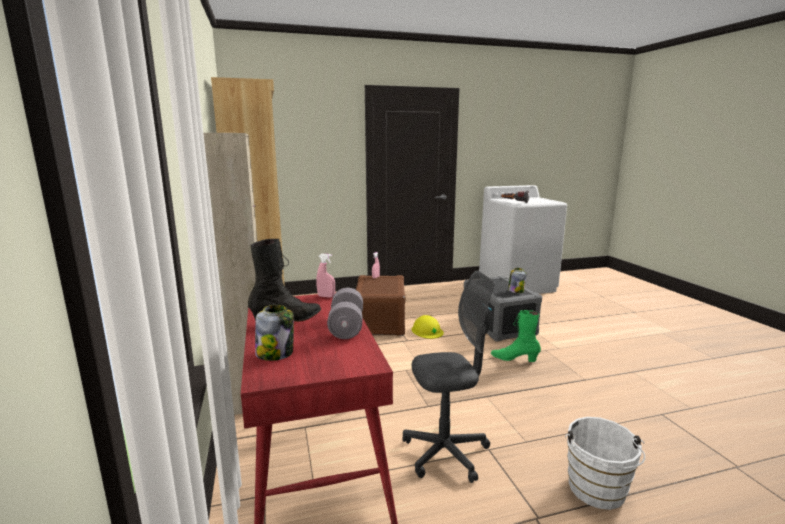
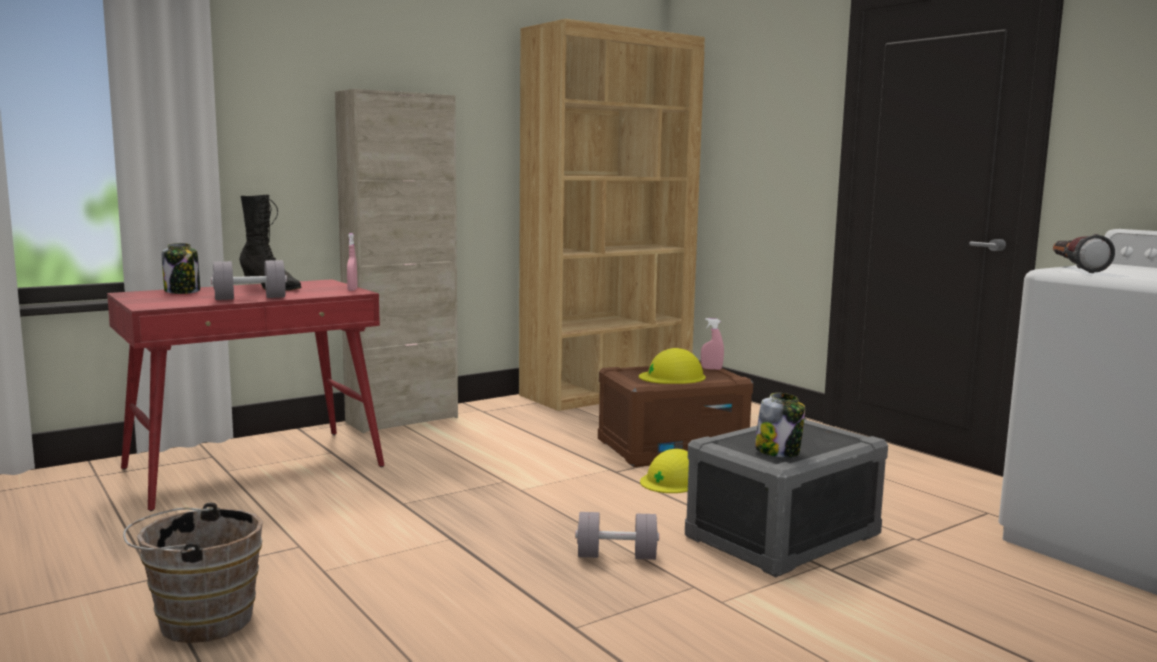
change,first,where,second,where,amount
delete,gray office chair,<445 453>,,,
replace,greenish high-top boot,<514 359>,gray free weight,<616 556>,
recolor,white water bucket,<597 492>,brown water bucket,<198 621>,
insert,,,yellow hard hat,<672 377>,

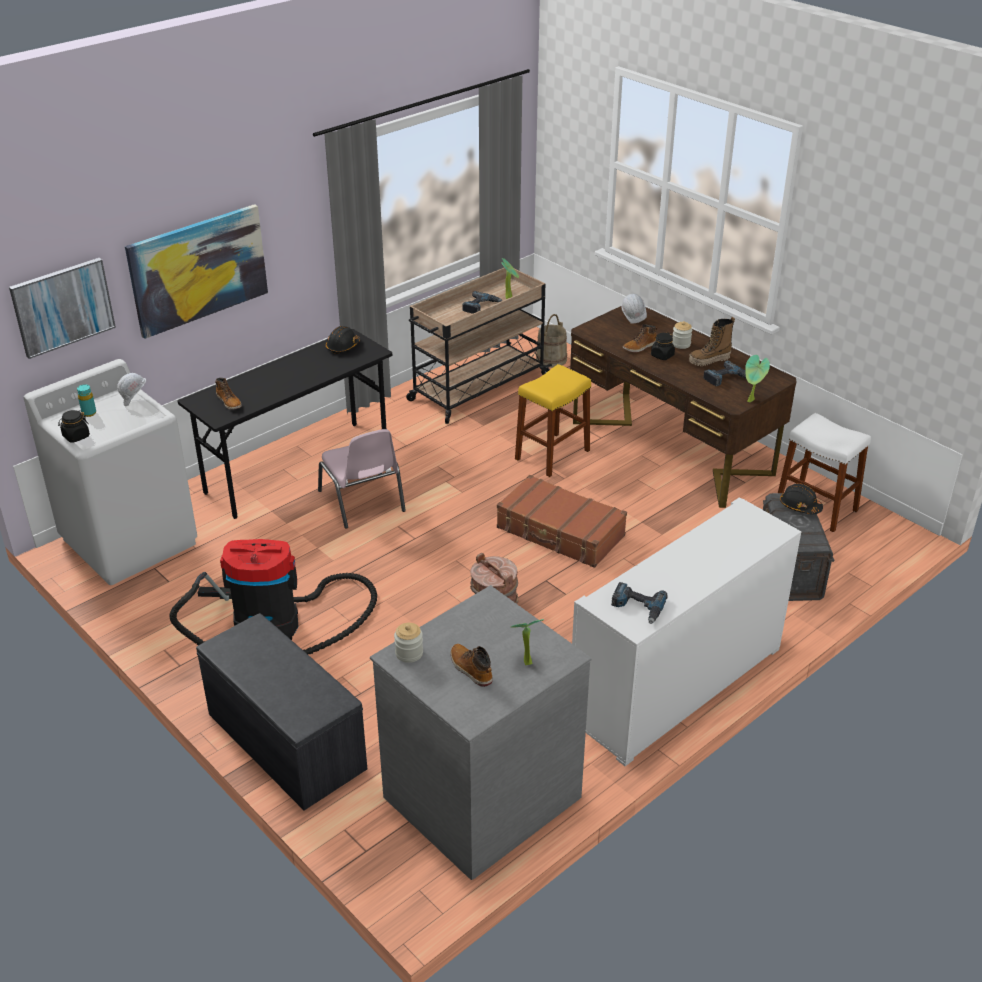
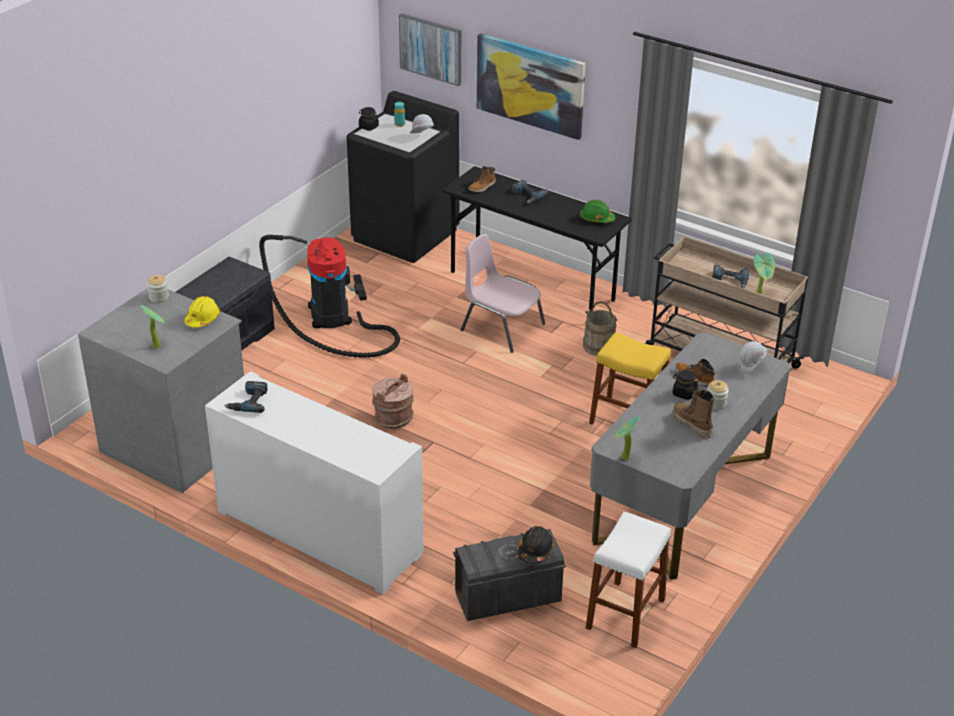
change,first,where,second,where,amount
recolor,white washing machine,<130 541>,blackish washing machine,<405 235>,
rotate,pink chair,<362 502>,,<501 327>,75 degrees clockwise
recolor,blackish hard hat,<343 347>,greenish hard hat,<596 219>,
delete,high-top boot,<470 669>,,,
delete,brown piece of luggage,<560 533>,,,
move,sand-coloured water bucket,<551 359>,,<599 346>,
recolor,brown desk,<670 447>,gray desk,<683 497>,
move,drill,<726 378>,,<527 196>,
insert,,,yellow hard hat,<202 319>,

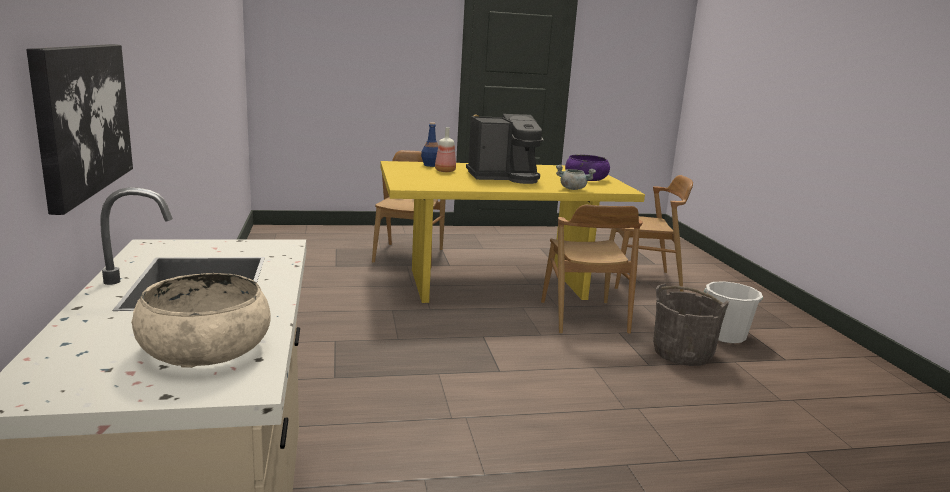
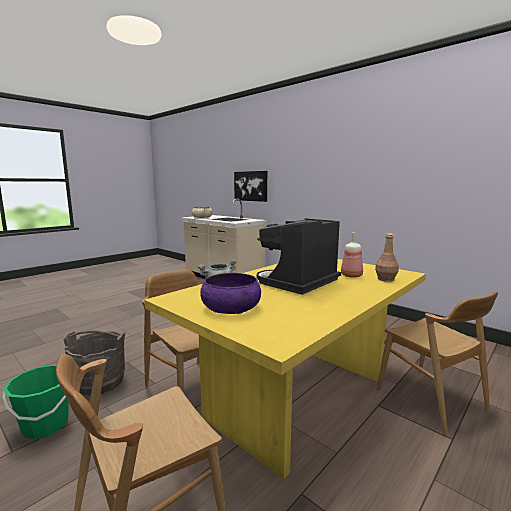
change,first,where,second,where,amount
recolor,bluish drink bottle,<430 165>,brown drink bottle,<386 279>,
recolor,white water bucket,<725 335>,greenish water bucket,<45 425>,

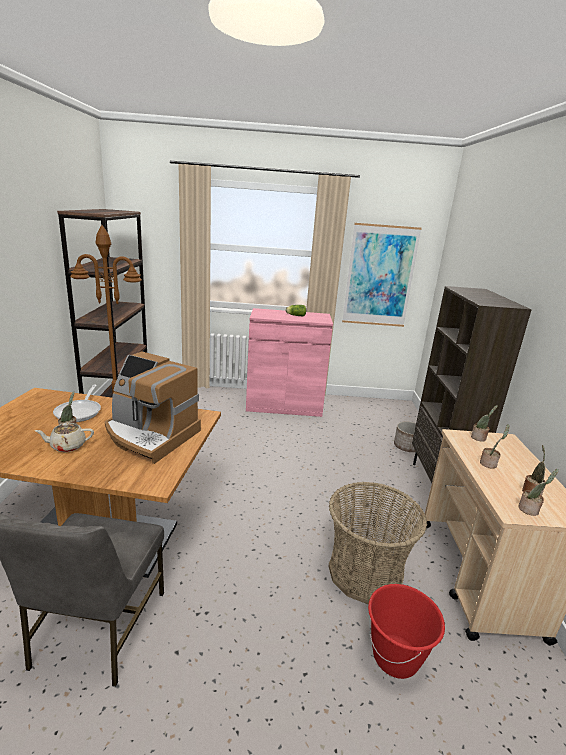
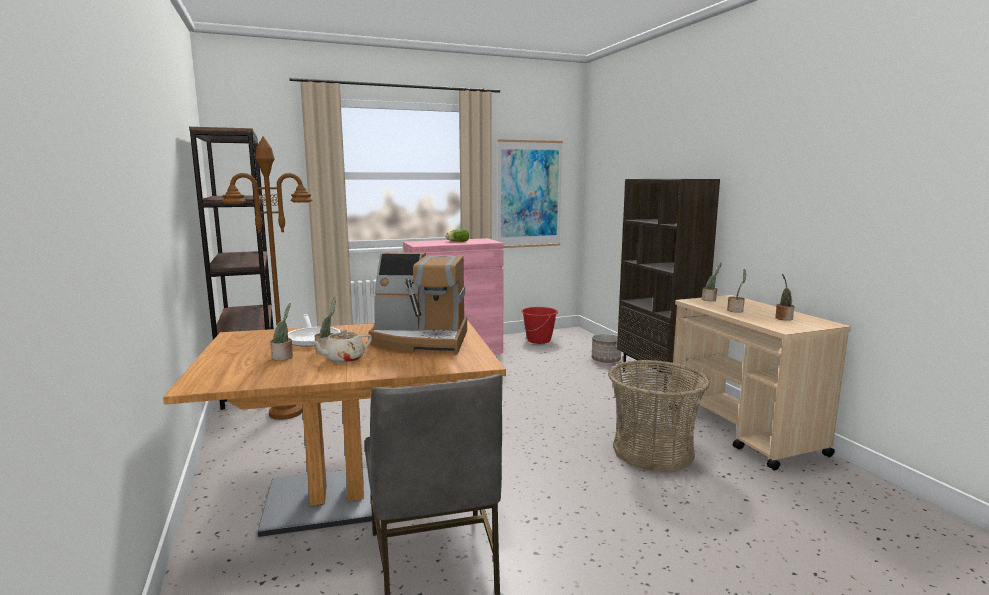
change,first,where,second,where,amount
move,red water bucket,<395 657>,,<539 340>,
move,plant in a pot,<530 510>,,<283 357>,

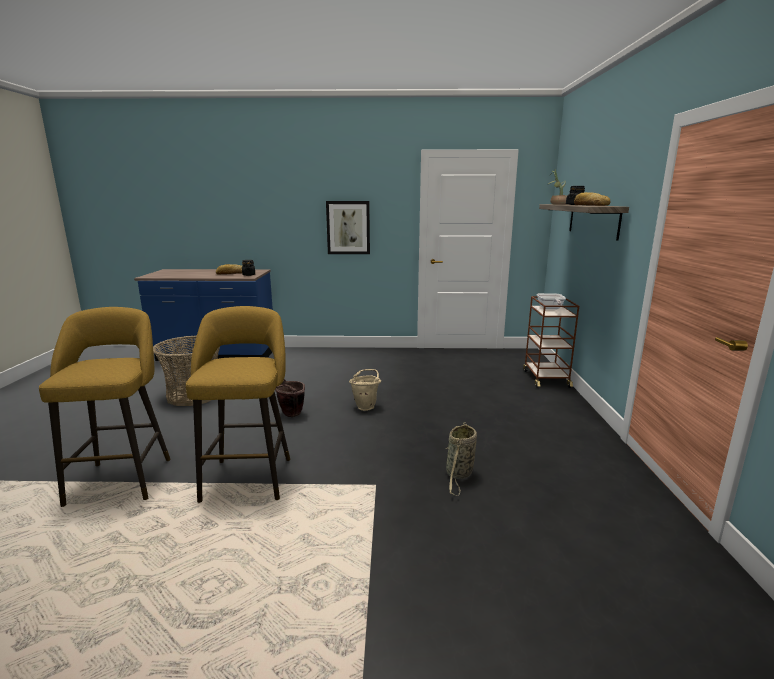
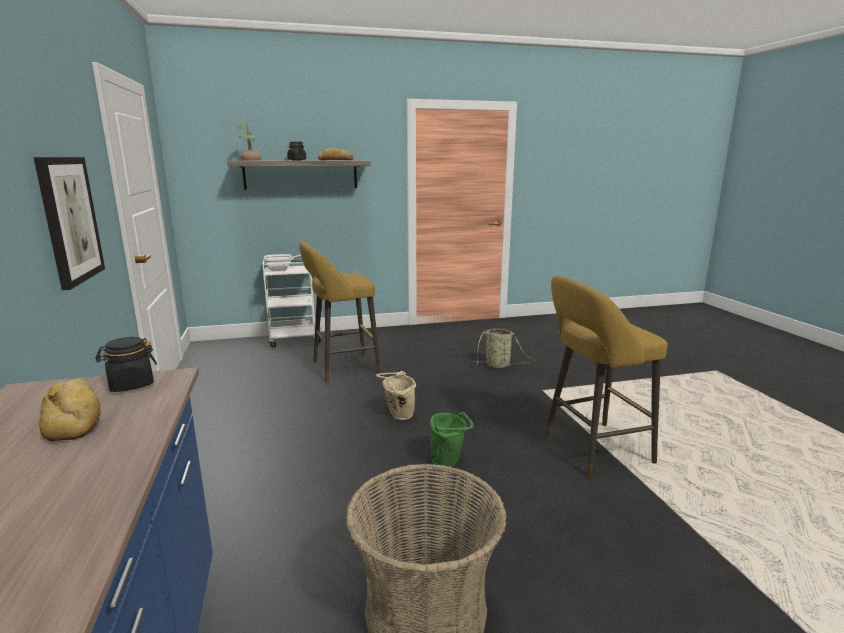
change,first,where,second,where,amount
move,yellow sitting stool,<123 477>,,<341 368>,
recolor,brown water bucket,<290 415>,greenish water bucket,<449 463>,
recolor,brown wheeled cart,<545 378>,white wheeled cart,<294 340>,

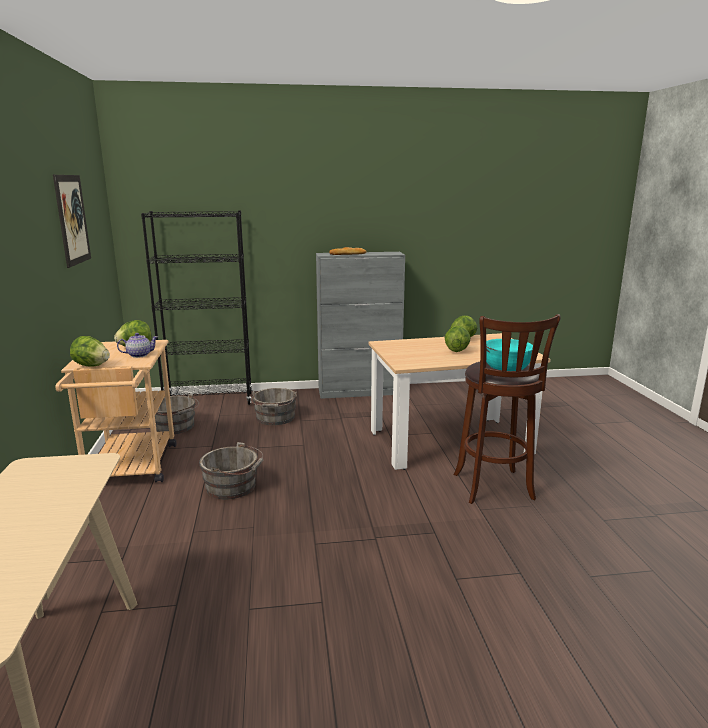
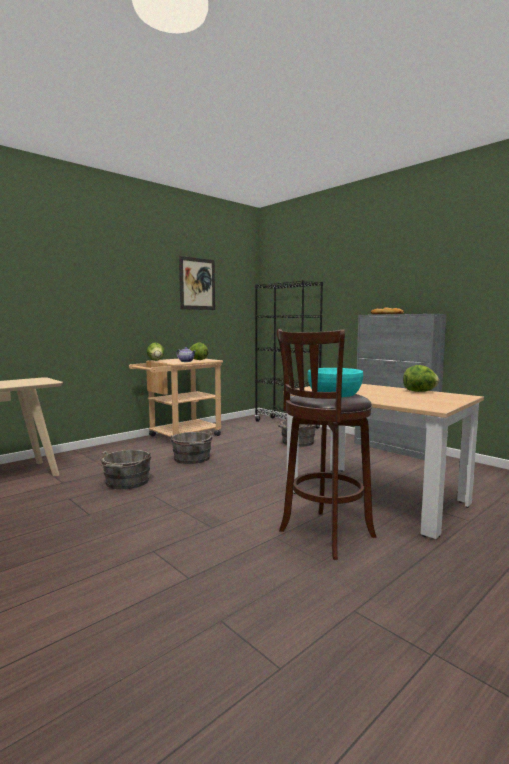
change,first,where,second,where,amount
move,gray water bucket,<175 427>,,<126 482>,
delete,lettuce head,<456 350>,,,

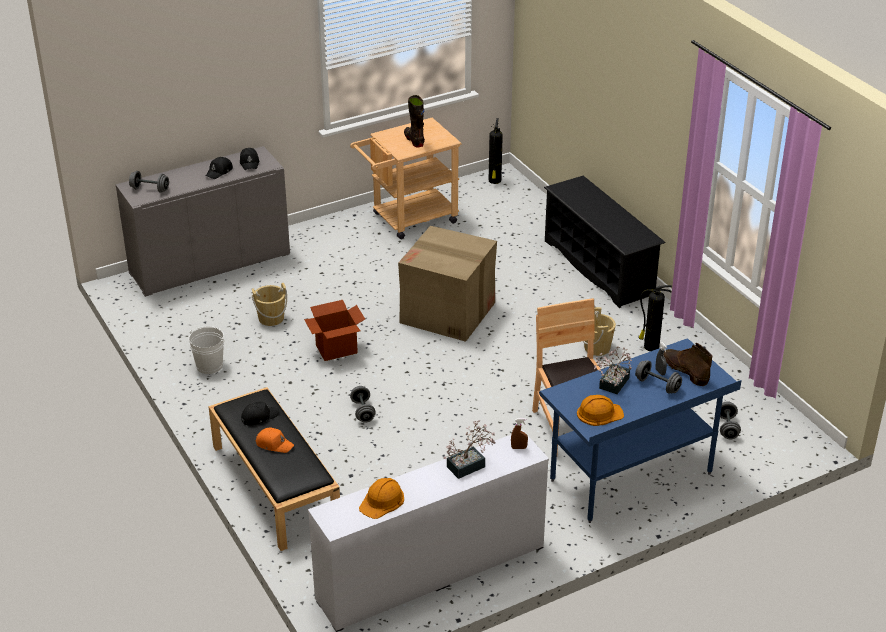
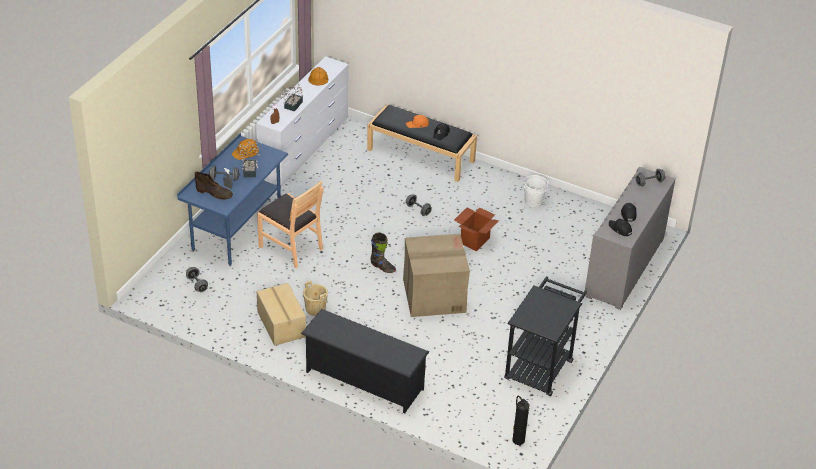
change,first,where,second,where,amount
delete,sand-coloured water bucket,<271 318>,,,
recolor,sand-coloured wheeled cart,<408 220>,blackish wheeled cart,<541 365>,
move,blackish high-top boot,<414 140>,,<382 267>,
replace,fire-fighting cylinder,<650 347>,carton,<281 324>,

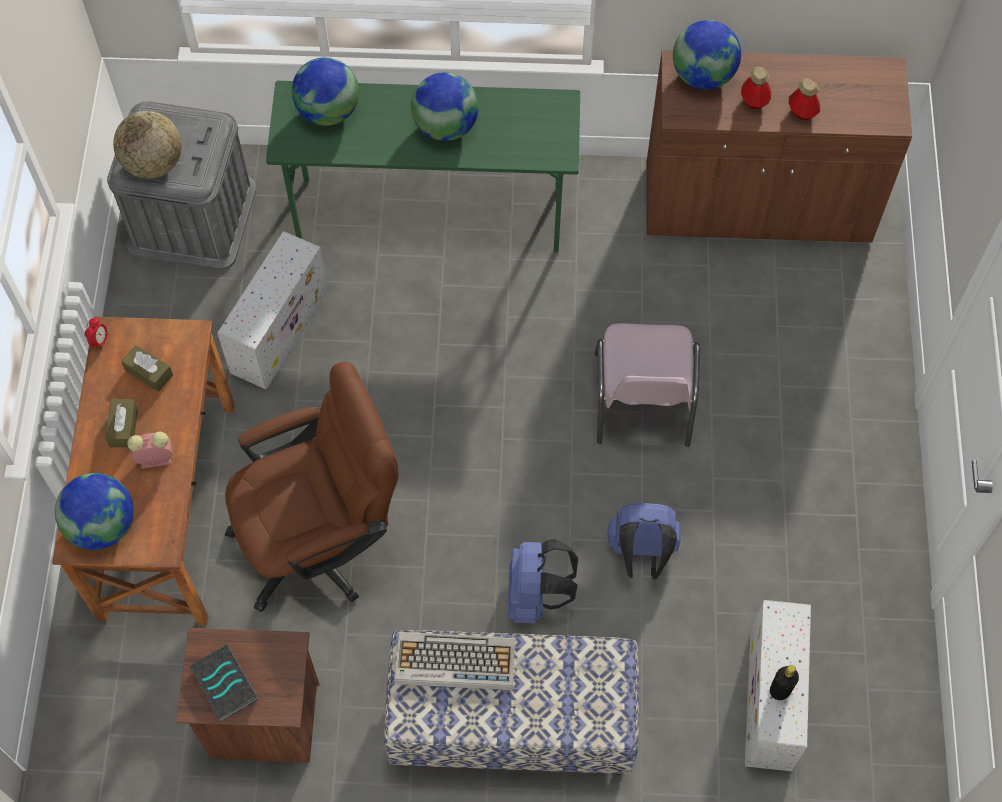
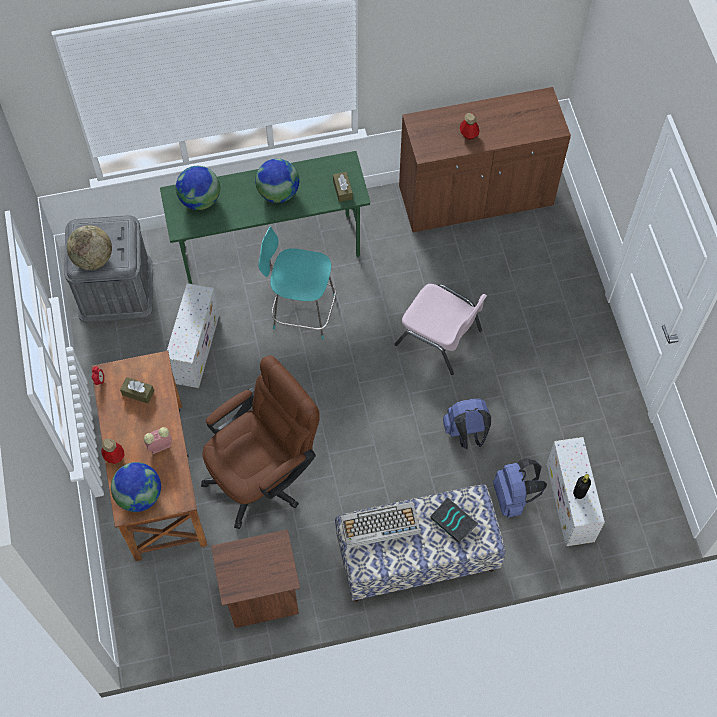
change,first,where,second,where,amount
move,brown box of tissues,<123 427>,,<342 190>,
move,book,<226 684>,,<454 521>,
move,bluish rucksack,<536 596>,,<514 497>,
rotate,pink chair,<642 401>,,<440 338>,45 degrees counterclockwise
delete,desk globe,<703 76>,,,
move,drink bottle,<802 112>,,<114 456>,
insert,,,turquoise-coloured chair,<301 311>,

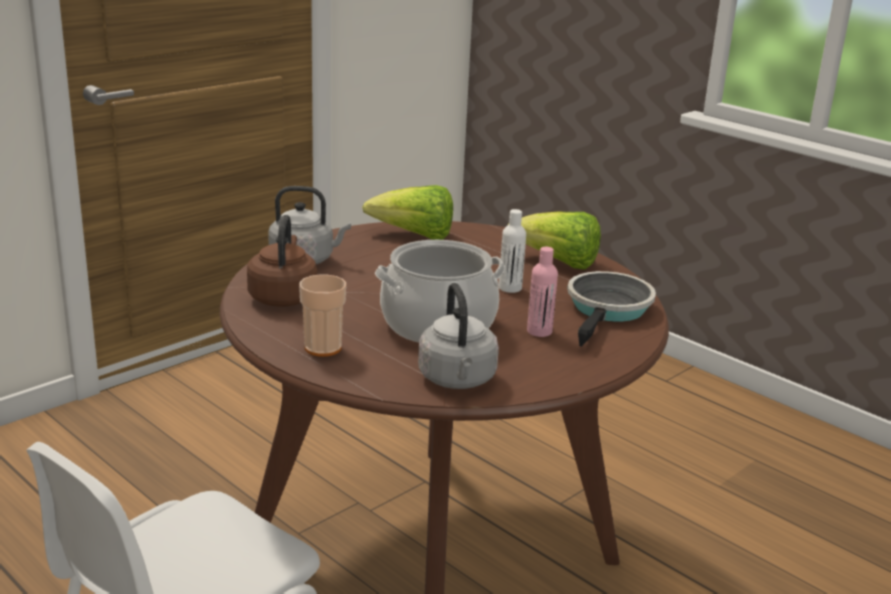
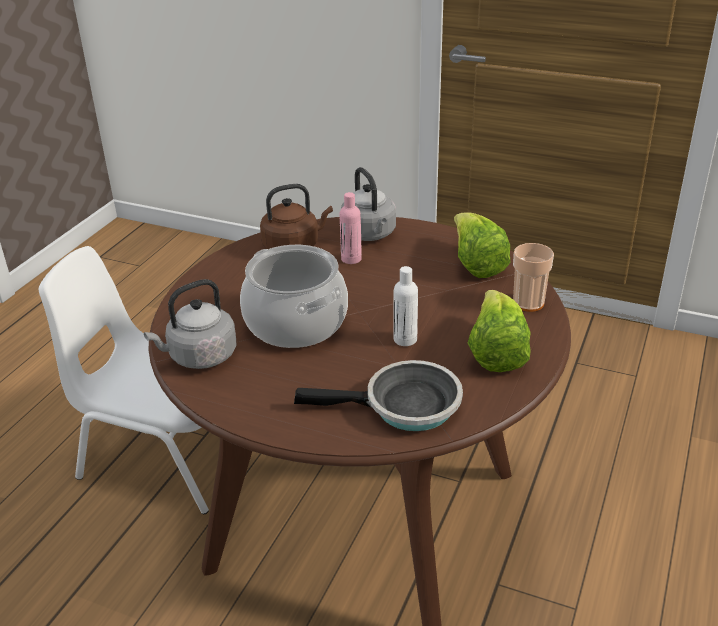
change,first,where,second,where,amount
move,drinking cup,<323 348>,,<528 303>,
move,pink drink bottle,<539 331>,,<351 259>,

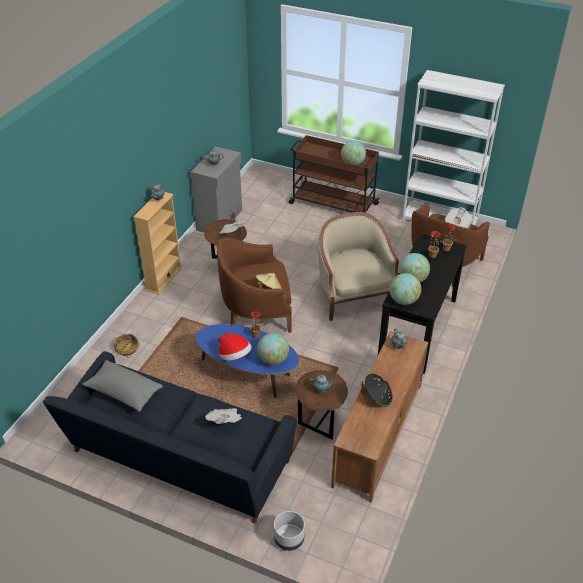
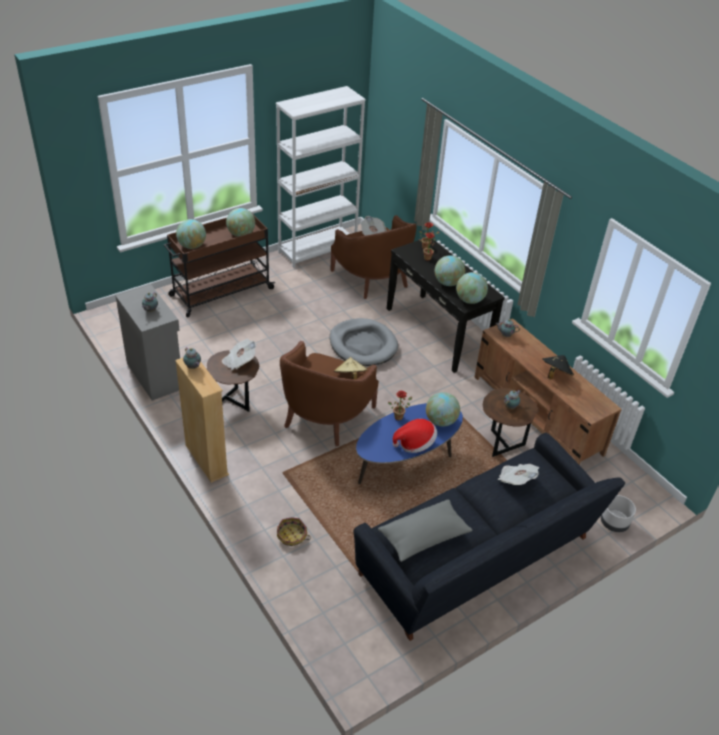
change,first,where,second,where,amount
replace,sand-coloured easy chair,<354 295>,gray dog cushion,<363 345>,
insert,,,desk globe,<192 246>,

